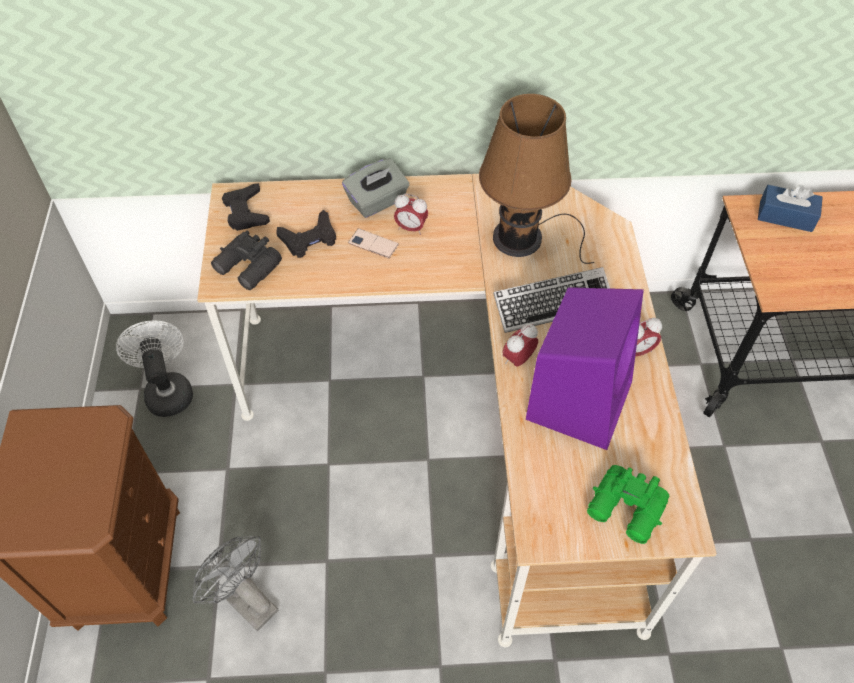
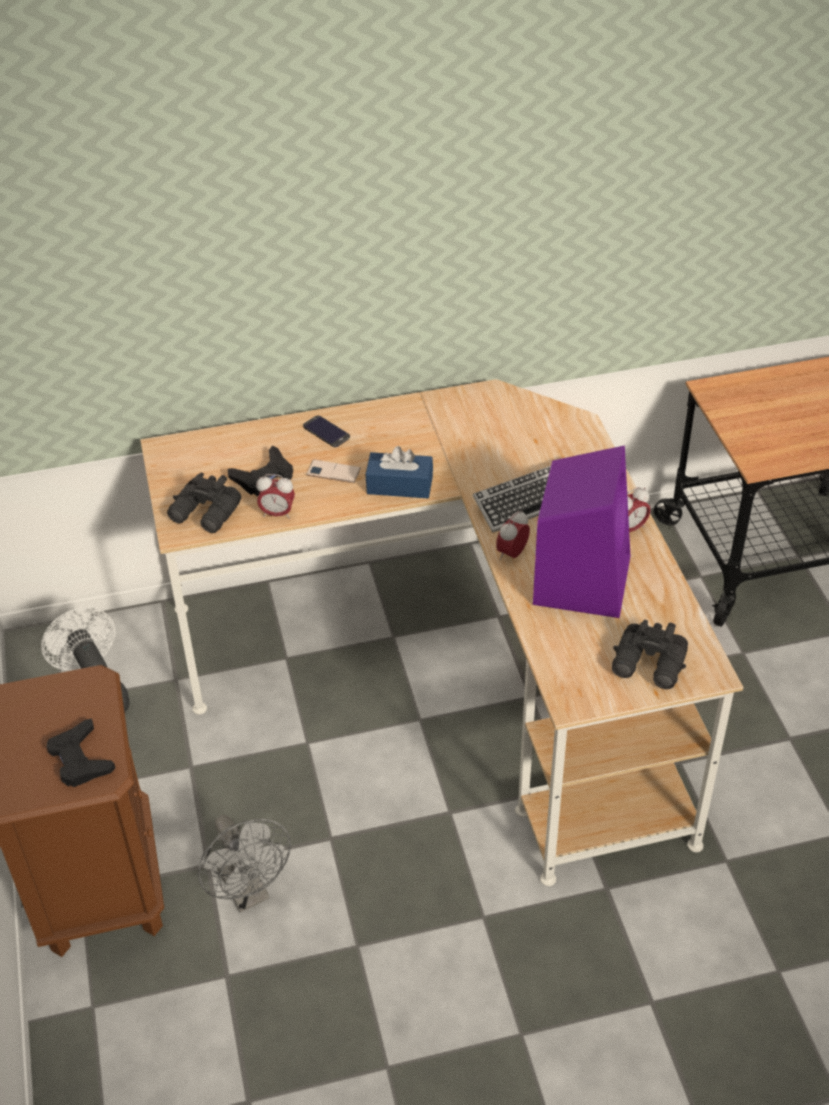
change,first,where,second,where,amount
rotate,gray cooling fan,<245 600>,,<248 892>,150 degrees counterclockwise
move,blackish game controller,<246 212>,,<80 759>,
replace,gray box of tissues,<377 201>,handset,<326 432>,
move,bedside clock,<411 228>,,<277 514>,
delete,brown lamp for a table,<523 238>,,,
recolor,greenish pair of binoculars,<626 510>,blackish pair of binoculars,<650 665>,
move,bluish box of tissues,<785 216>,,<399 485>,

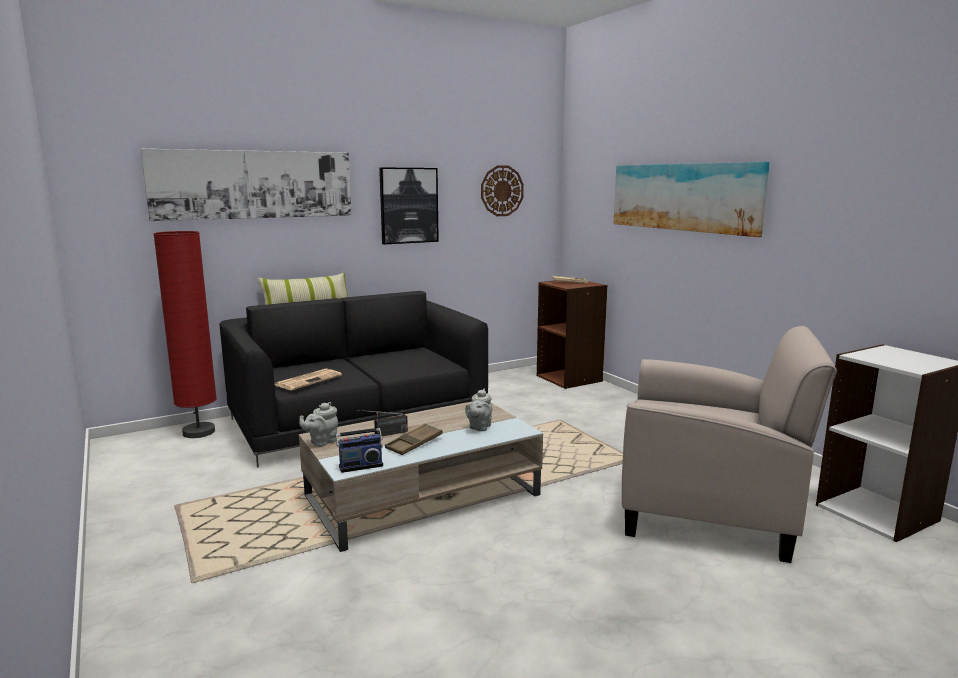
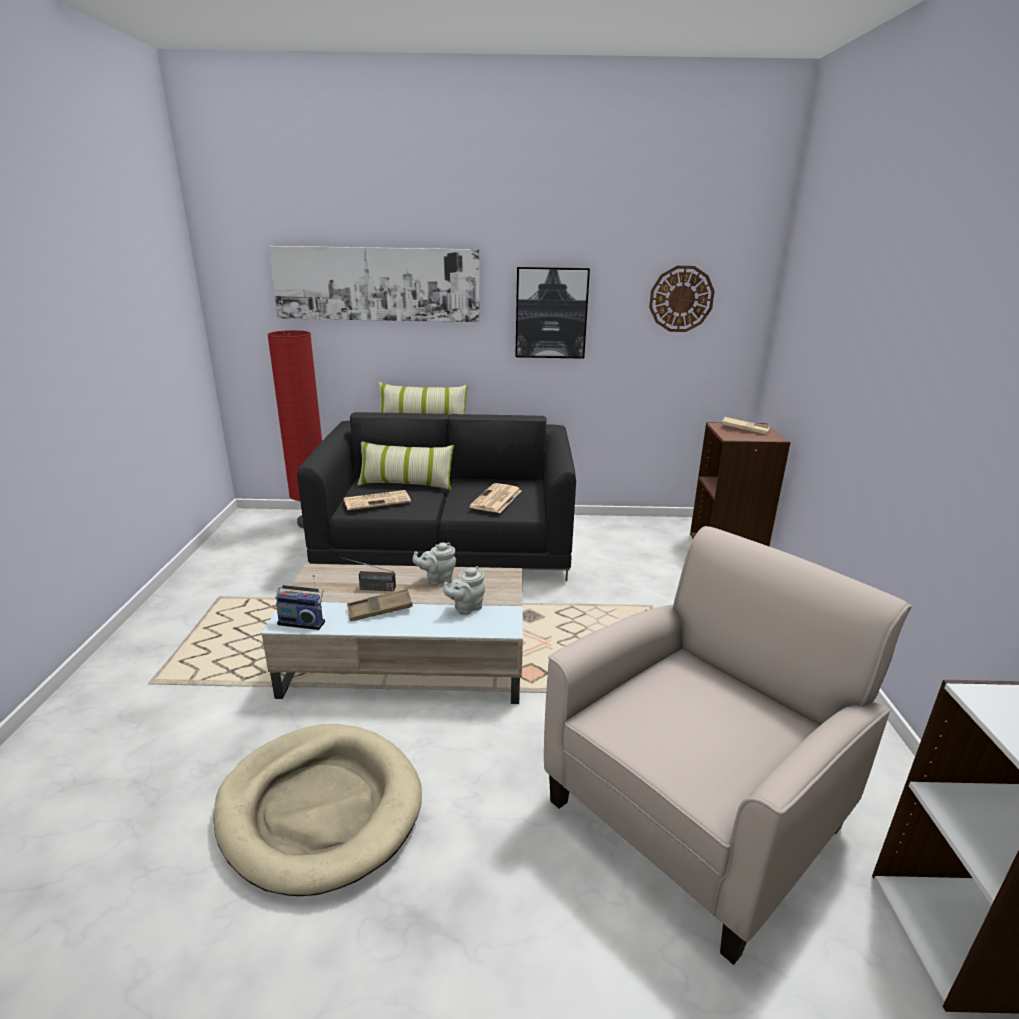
change,first,where,second,where,amount
move,gray pot for tea,<321 442>,,<437 580>,
delete,wall picture,<684 197>,,,
rotate,sand-coloured easy chair,<708 510>,,<696 811>,90 degrees counterclockwise
insert,,,sand-coloured dog cushion,<320 808>,
insert,,,pillow,<406 484>,
insert,,,daily paper,<496 499>,

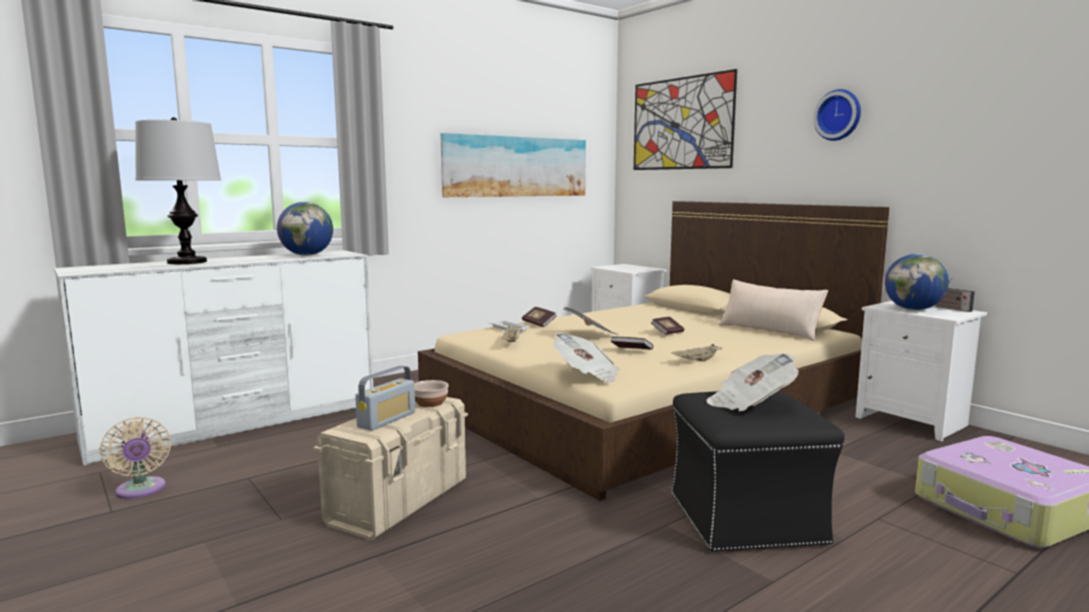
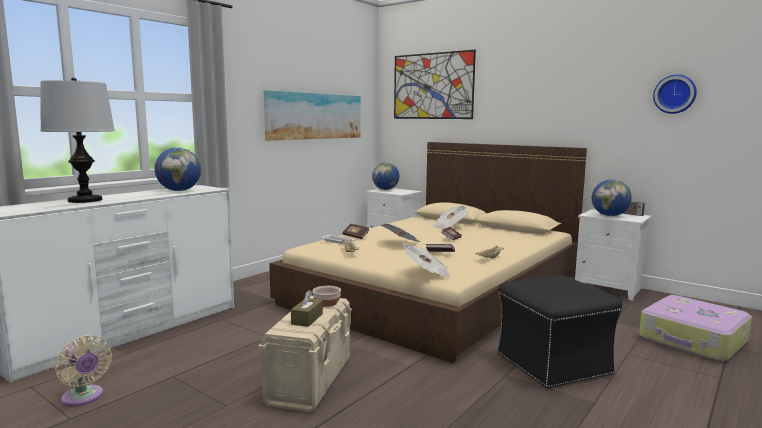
change,first,where,second,where,amount
replace,radio set,<387 420>,brown box of tissues,<307 319>,
move,daily paper,<750 403>,,<449 226>,
delete,sand-coloured pillow,<769 330>,,,
move,wall clock,<839 115>,,<675 94>,
insert,,,desk globe,<385 189>,

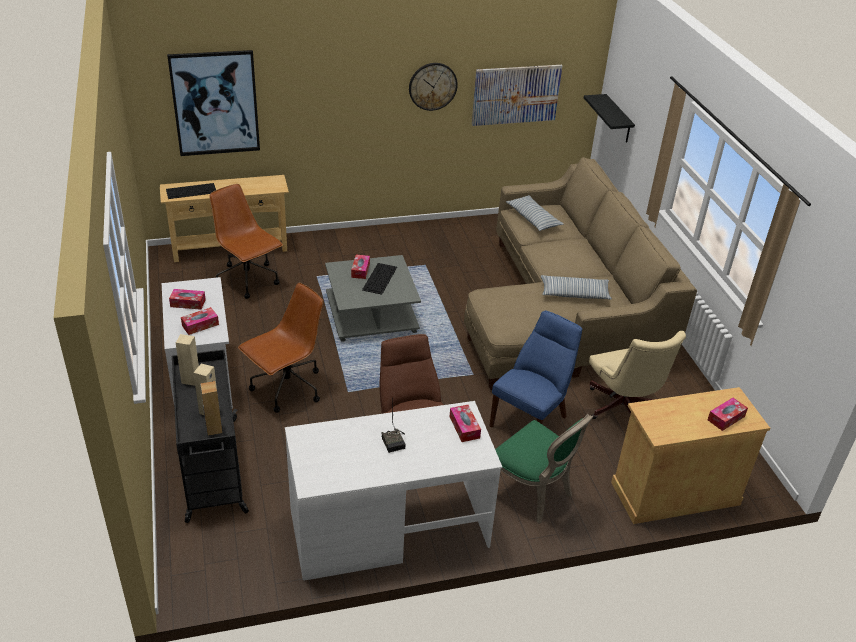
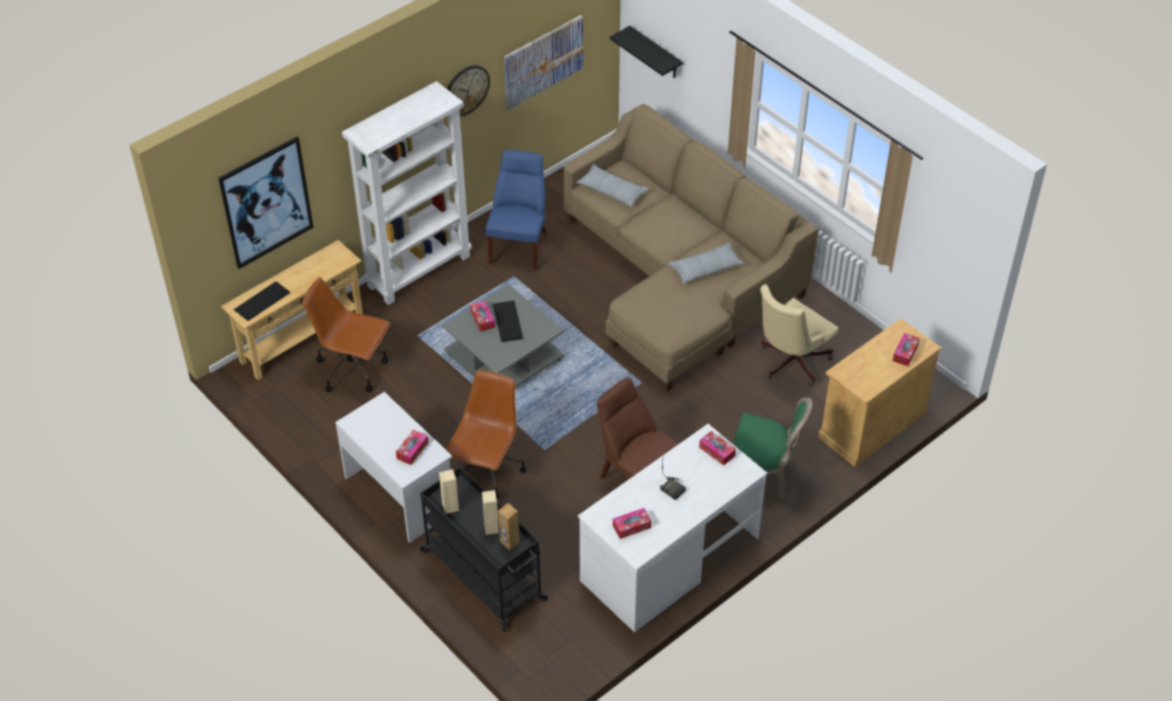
change,first,where,second,where,amount
move,box of tissues,<188 303>,,<632 526>,
move,bluish chair,<531 420>,,<519 245>,
rotate,sand-coloured office chair,<623 410>,,<790 363>,90 degrees clockwise
insert,,,white bookcase,<419 270>,

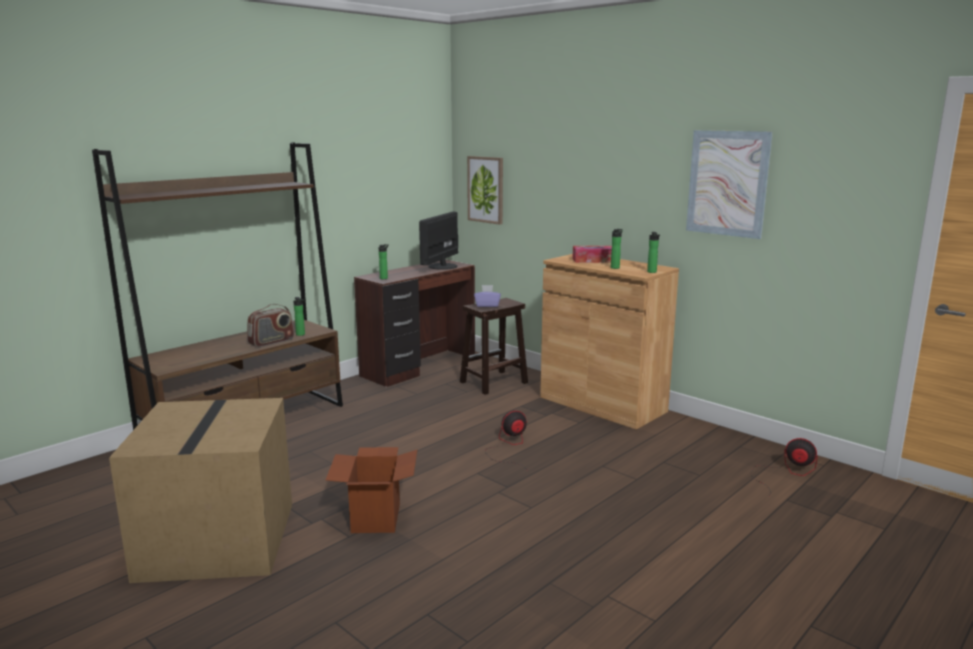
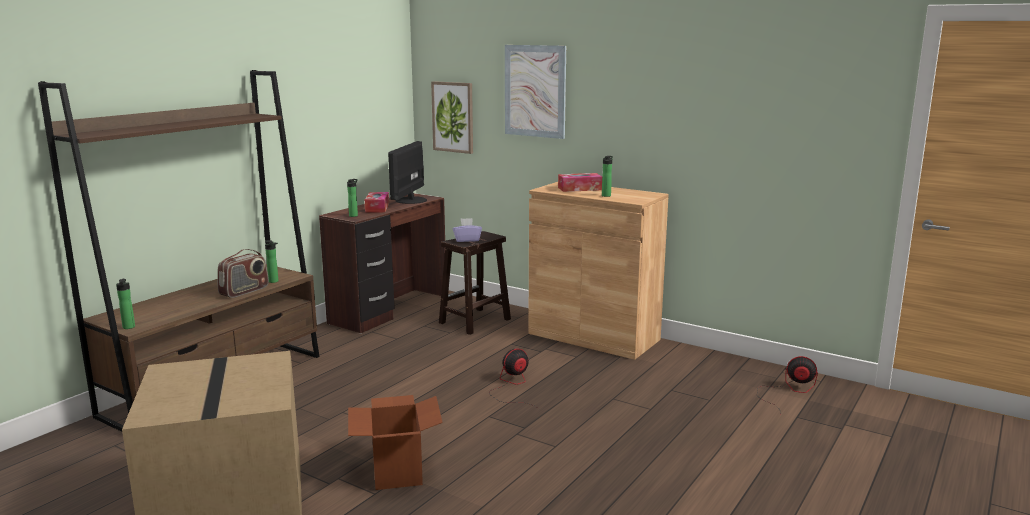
change,first,where,second,where,amount
move,drink bottle,<652 272>,,<128 328>,
move,wall picture,<727 183>,,<535 91>,
insert,,,box of tissues,<377 208>,

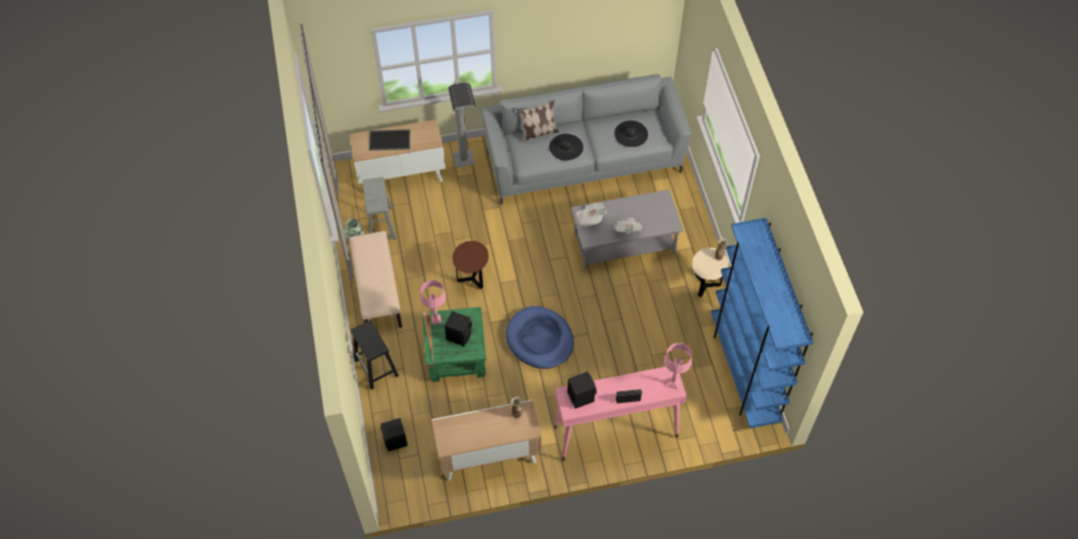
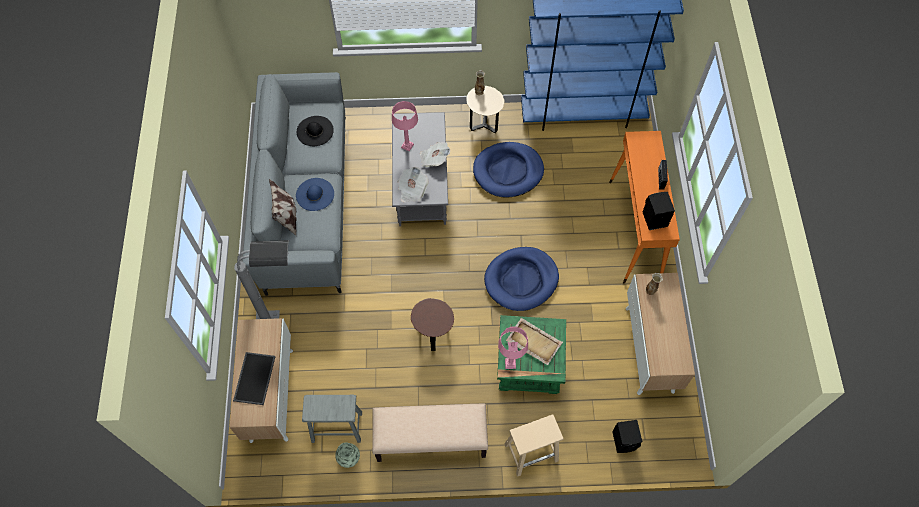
change,first,where,second,where,amount
recolor,blackish sitting stool,<376 368>,sand-coloured sitting stool,<532 452>,
replace,blackish audio speaker,<459 335>,sand-coloured carrying tray,<533 341>,
recolor,blackish wearable hat,<566 147>,bluish wearable hat,<315 194>,
recolor,pink hall table,<615 432>,orange hall table,<634 230>,
move,pink lamp for a table,<673 383>,,<407 146>,
insert,,,bluish dog cushion,<508 171>,

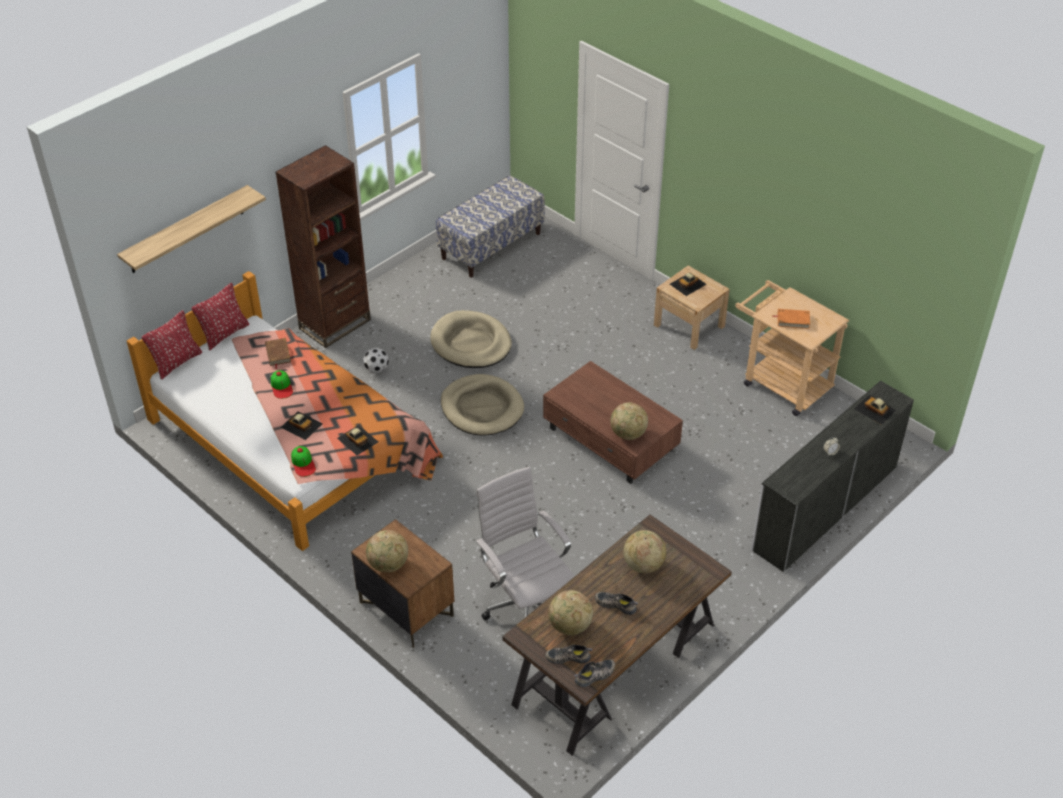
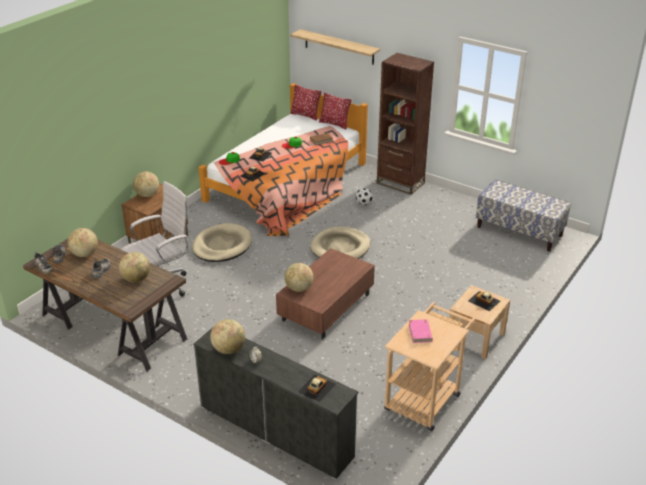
change,first,where,second,where,amount
move,sand-coloured dog cushion,<471 343>,,<222 246>,
recolor,orange book,<793 320>,pink book,<420 332>,
insert,,,desk globe,<229 349>,

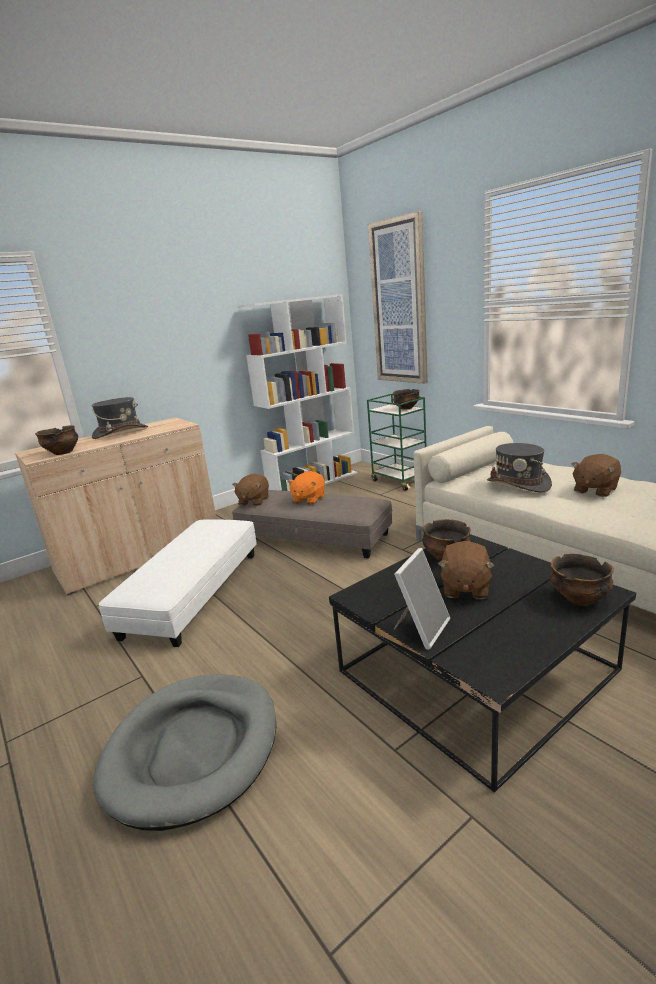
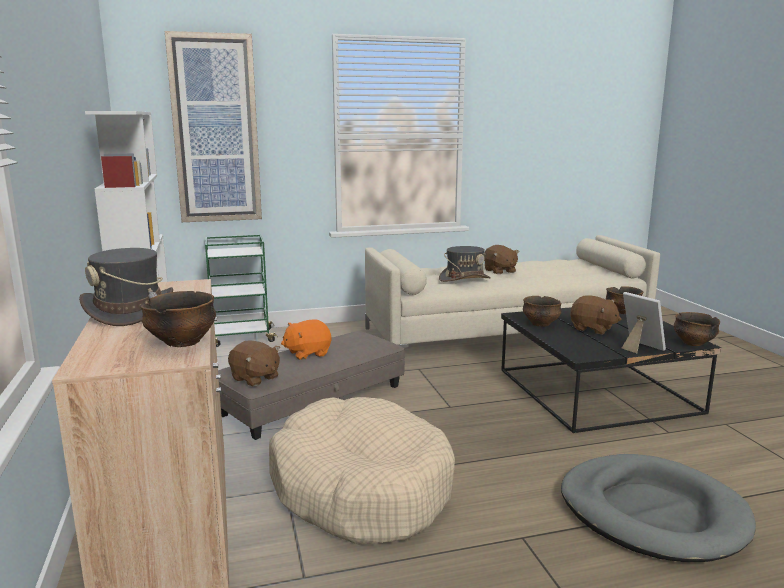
change,first,where,second,where,amount
replace,white pouffe,<193 593>,sand-coloured dog cushion,<360 488>,
rotate,orange soft toy,<308 499>,,<307 353>,105 degrees clockwise
move,deep dish,<406 408>,,<693 343>,

